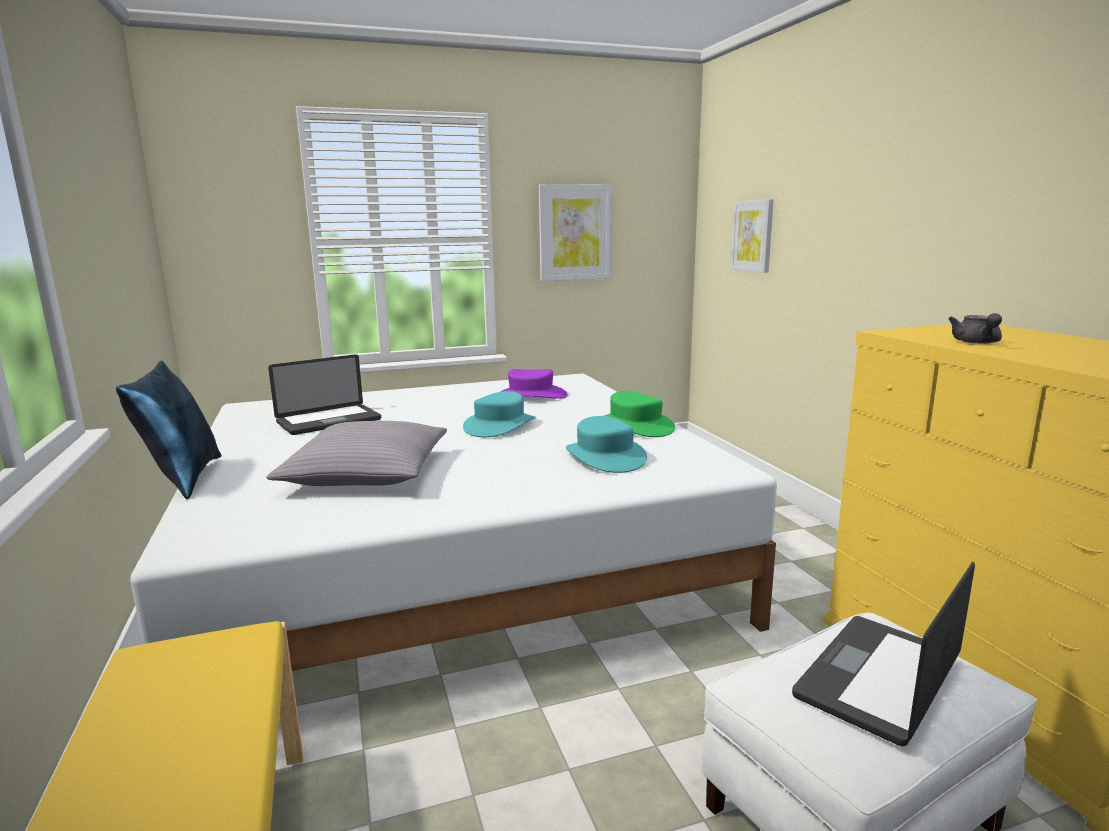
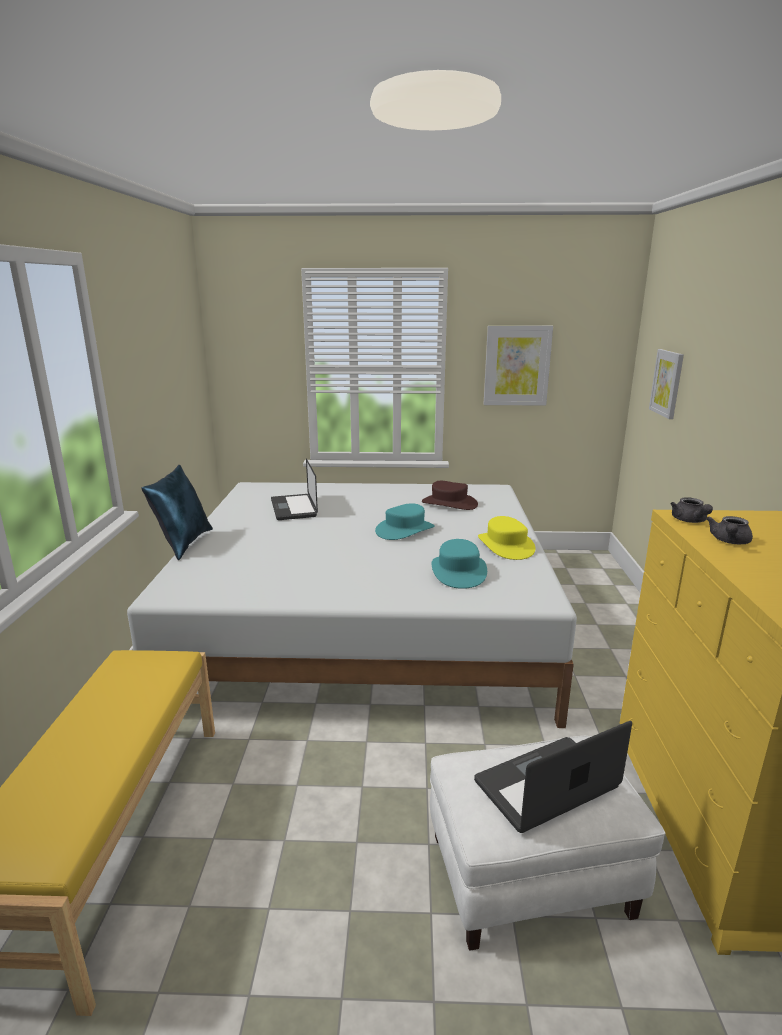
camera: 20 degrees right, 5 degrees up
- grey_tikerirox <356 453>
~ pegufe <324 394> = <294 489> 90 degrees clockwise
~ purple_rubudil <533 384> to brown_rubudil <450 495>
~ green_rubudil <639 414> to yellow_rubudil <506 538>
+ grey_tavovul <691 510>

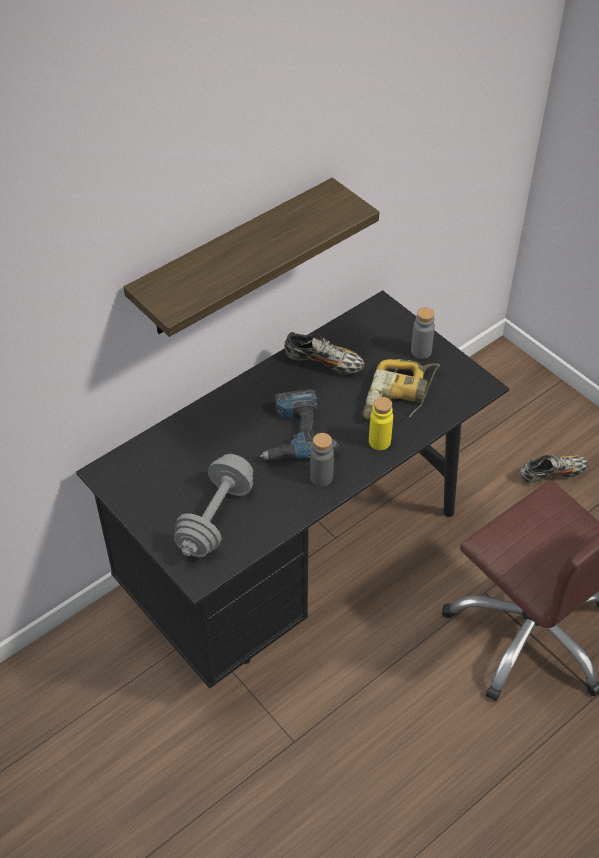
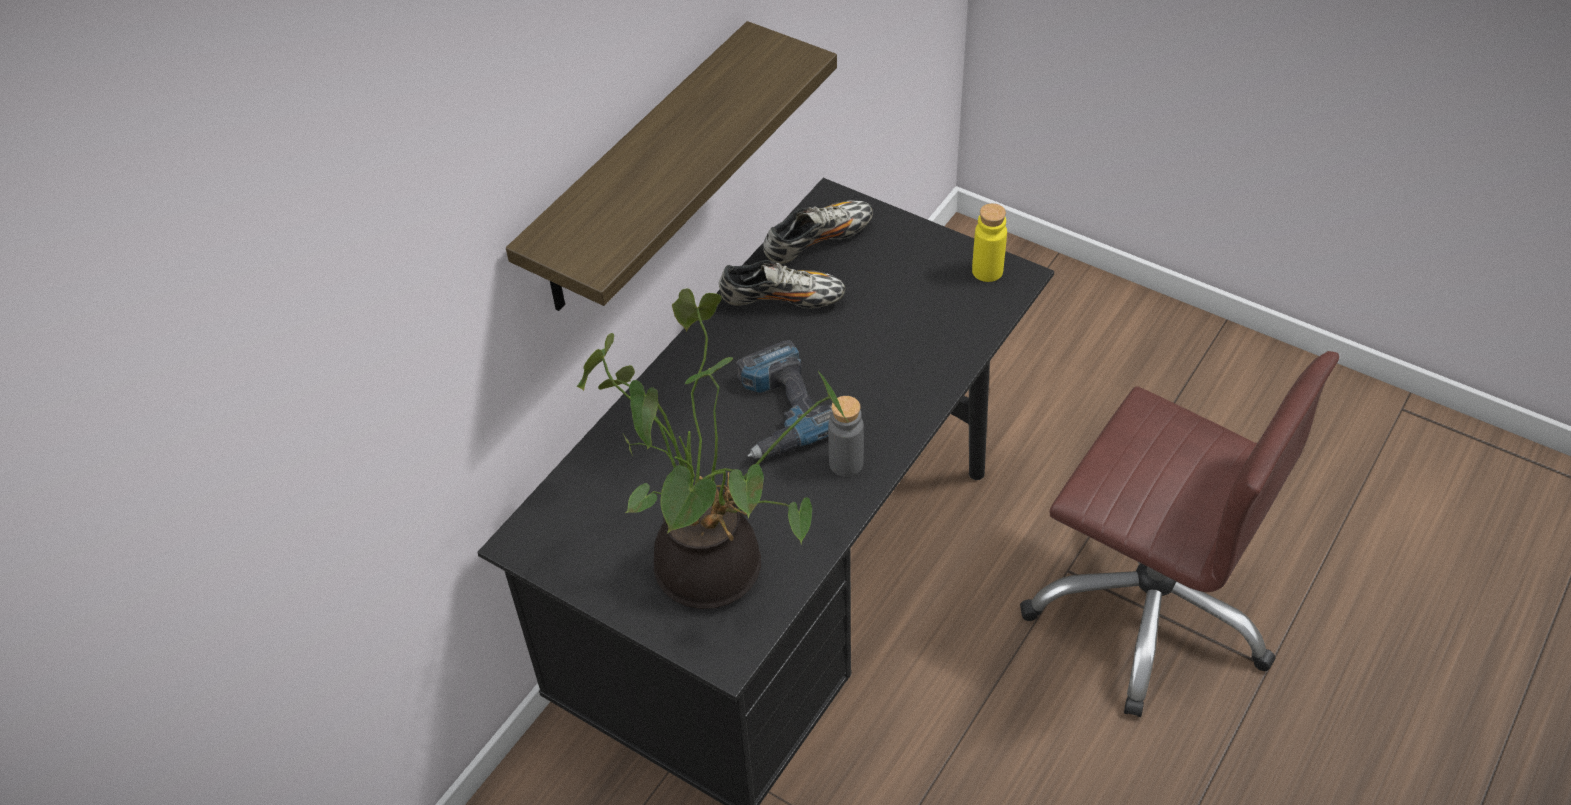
camera: 15 degrees left, 0 degrees up
~ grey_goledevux <213 505> to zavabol <713 448>
- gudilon <401 389>
~ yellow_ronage <381 423> to <989 242>
- grey_ronage <423 333>
~ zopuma <554 469> to <818 232>

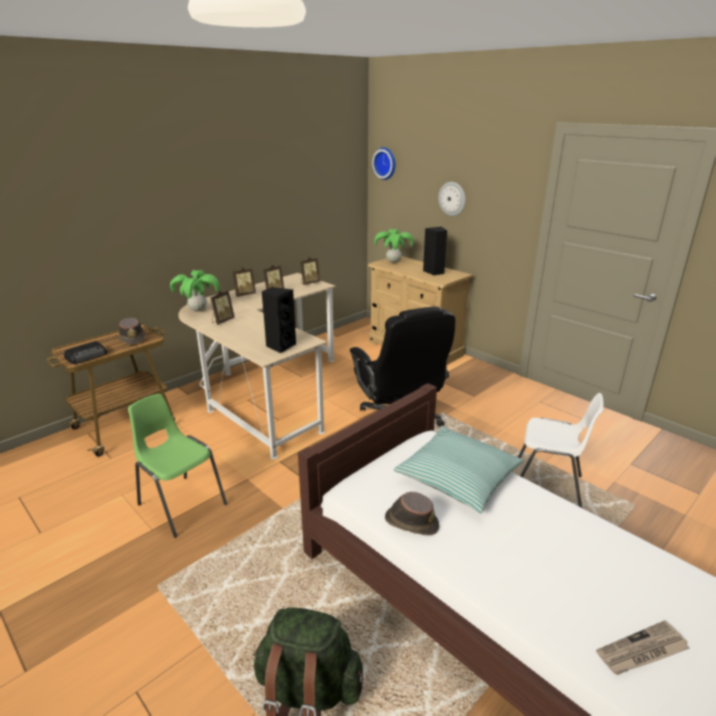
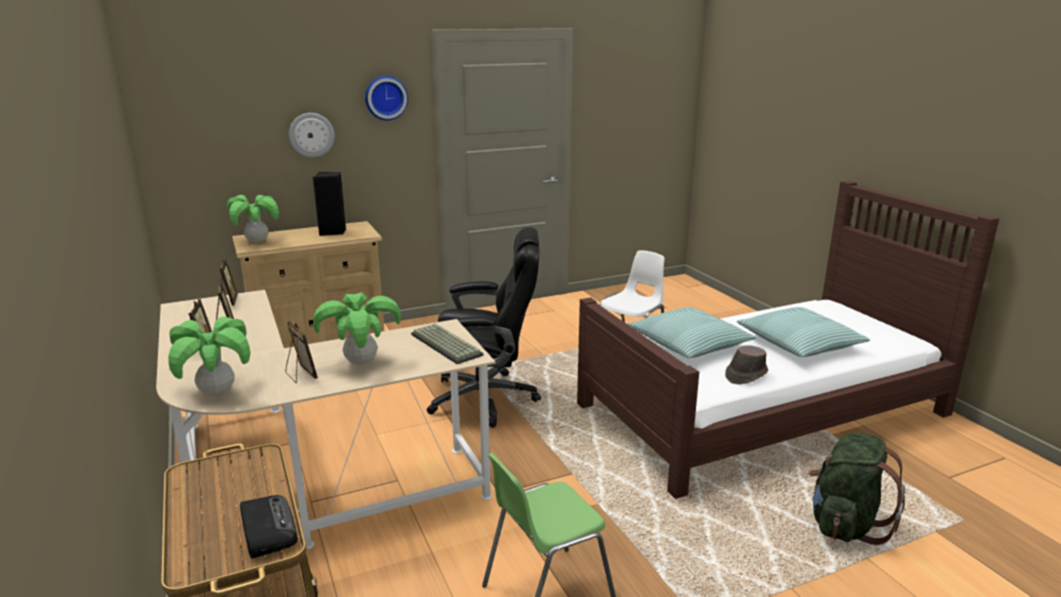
camera: 70 degrees left, 5 degrees down
- brown_rubudil <131 331>
~ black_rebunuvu <279 320> to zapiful <447 344>
~ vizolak <383 163> to <386 98>
- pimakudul <643 647>
+ zavabol <357 328>
+ tikerirox <803 332>

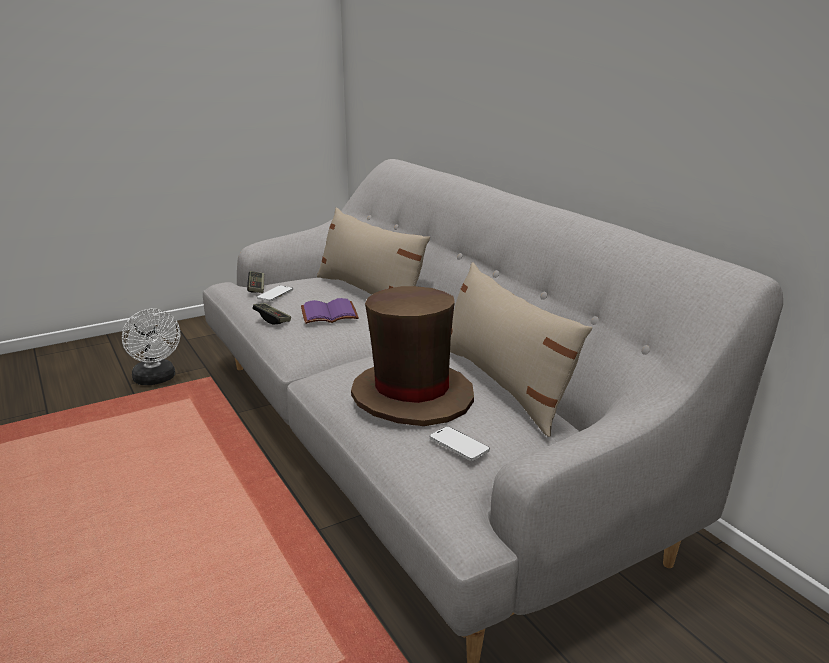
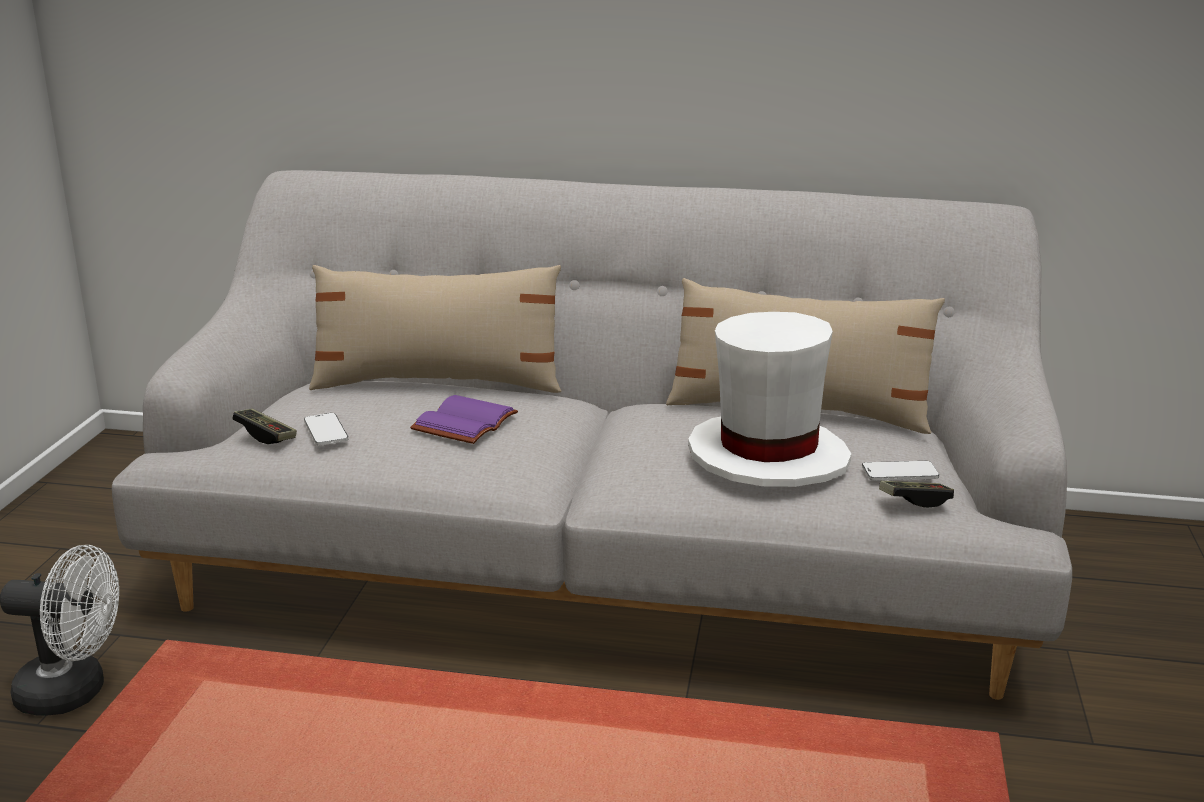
camera: 50 degrees left, 0 degrees up
~ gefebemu <272 314> to <916 494>
~ brown_rubudil <412 356> to white_rubudil <770 399>

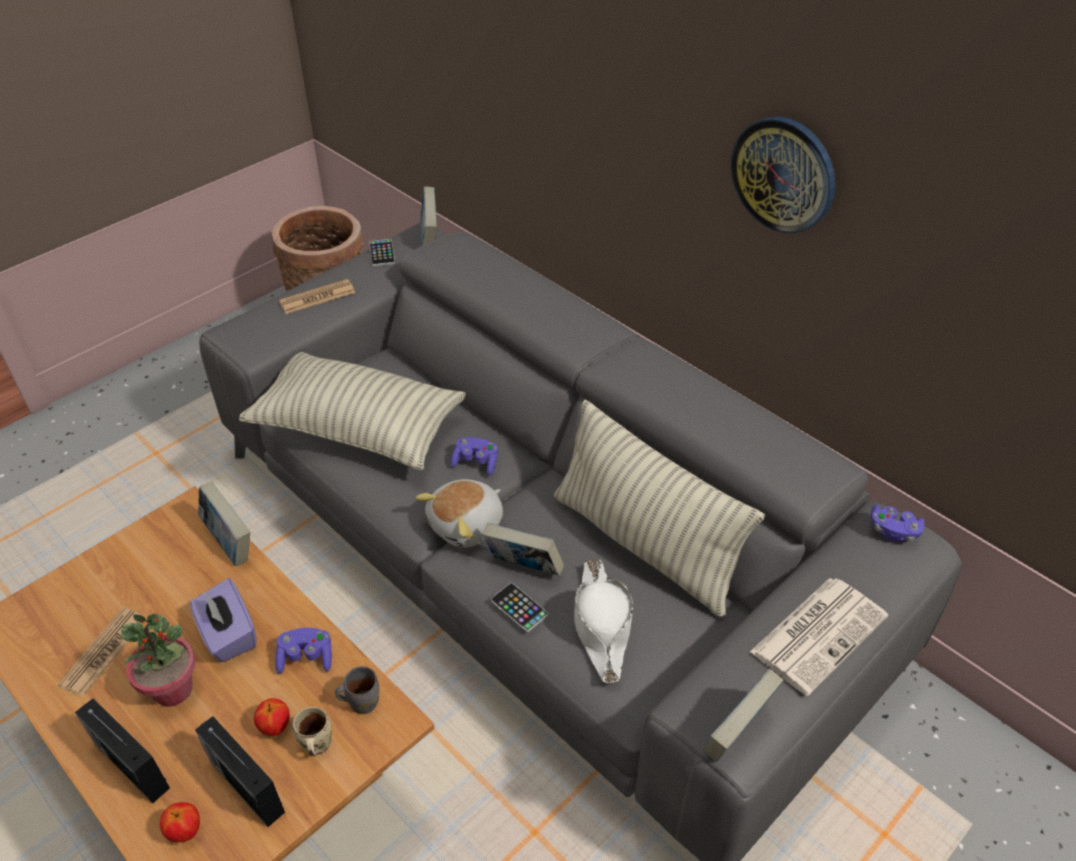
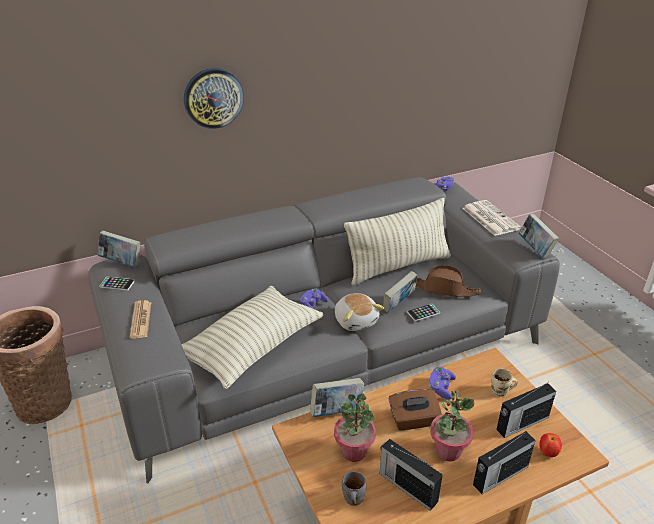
camera: 70 degrees left, 10 degrees down
~ pimakudul <102 652> to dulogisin <411 475>
~ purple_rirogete <223 620> to brown_rirogete <415 410>
- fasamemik <272 717>
~ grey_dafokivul <357 690> to <354 488>
~ white_rubudil <603 621> to brown_rubudil <448 281>
~ vizolak <783 175> to <214 98>
+ zavabol <355 427>

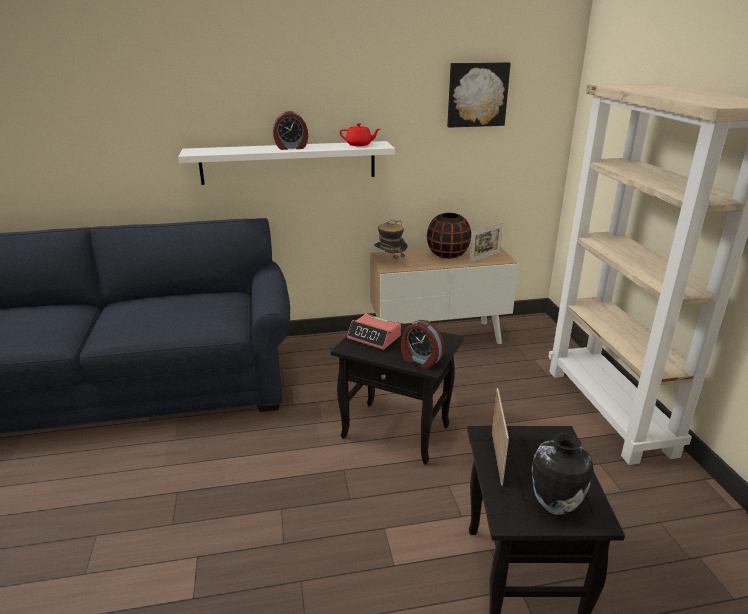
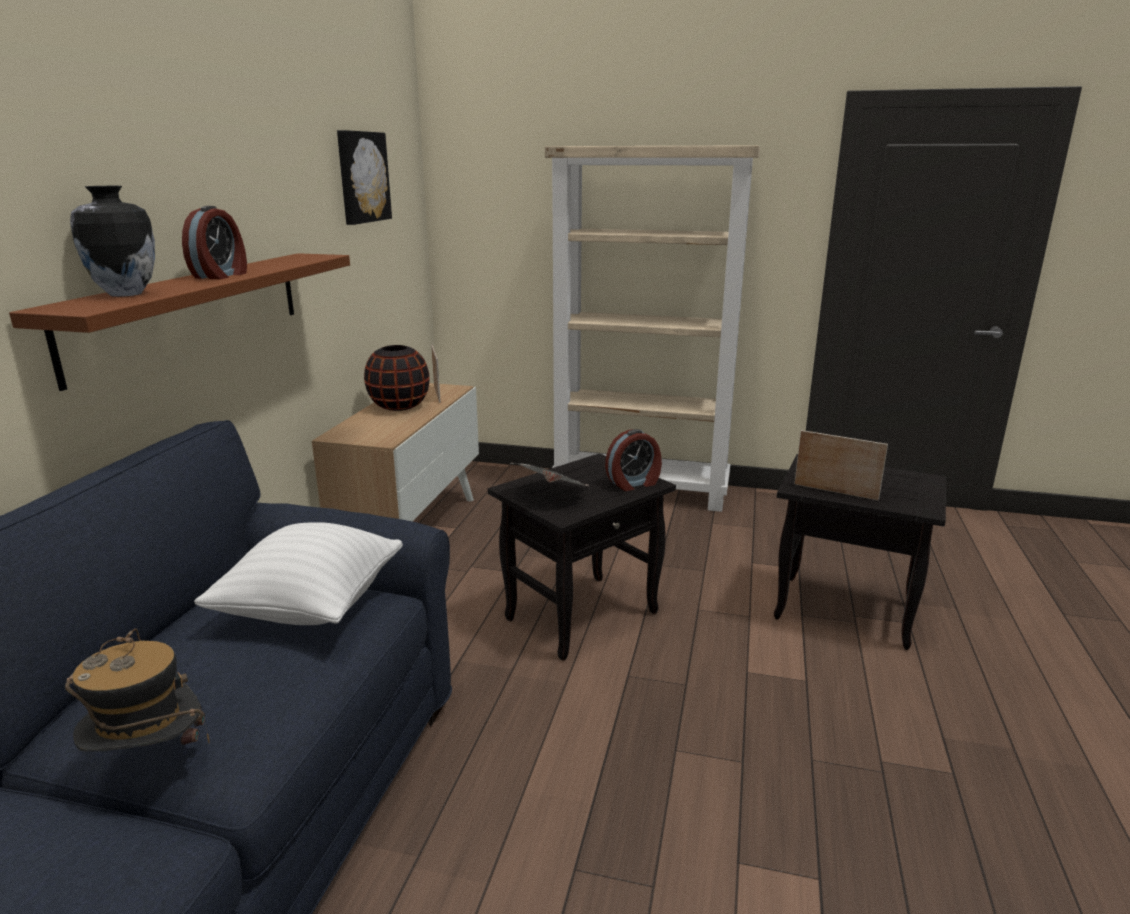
camera: 65 degrees left, 5 degrees down
~ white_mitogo <286 163> to brown_mitogo <179 322>
- red_tavovul <359 134>
~ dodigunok <374 332> to pimakudul <549 474>
~ rubudil <390 243> to <137 690>
~ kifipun <563 474> to <112 241>
+ white_tikerirox <298 573>

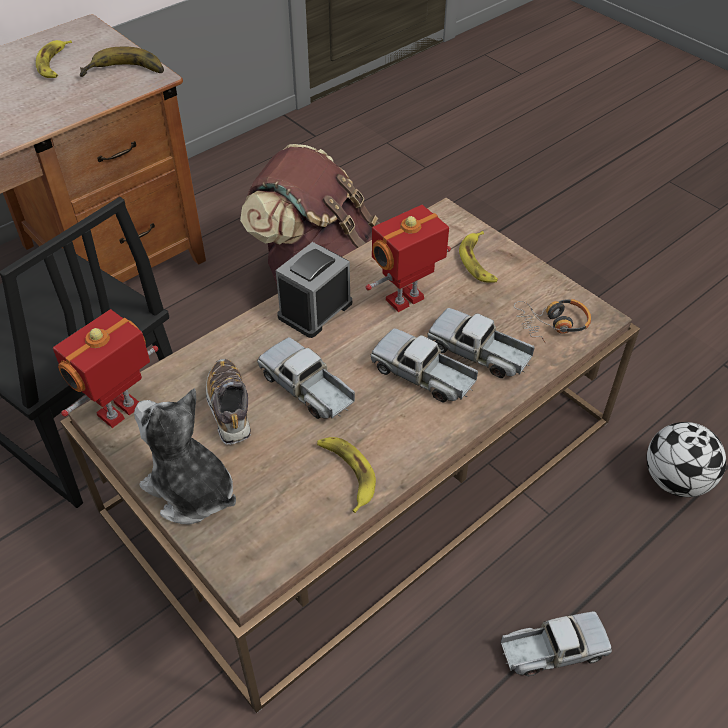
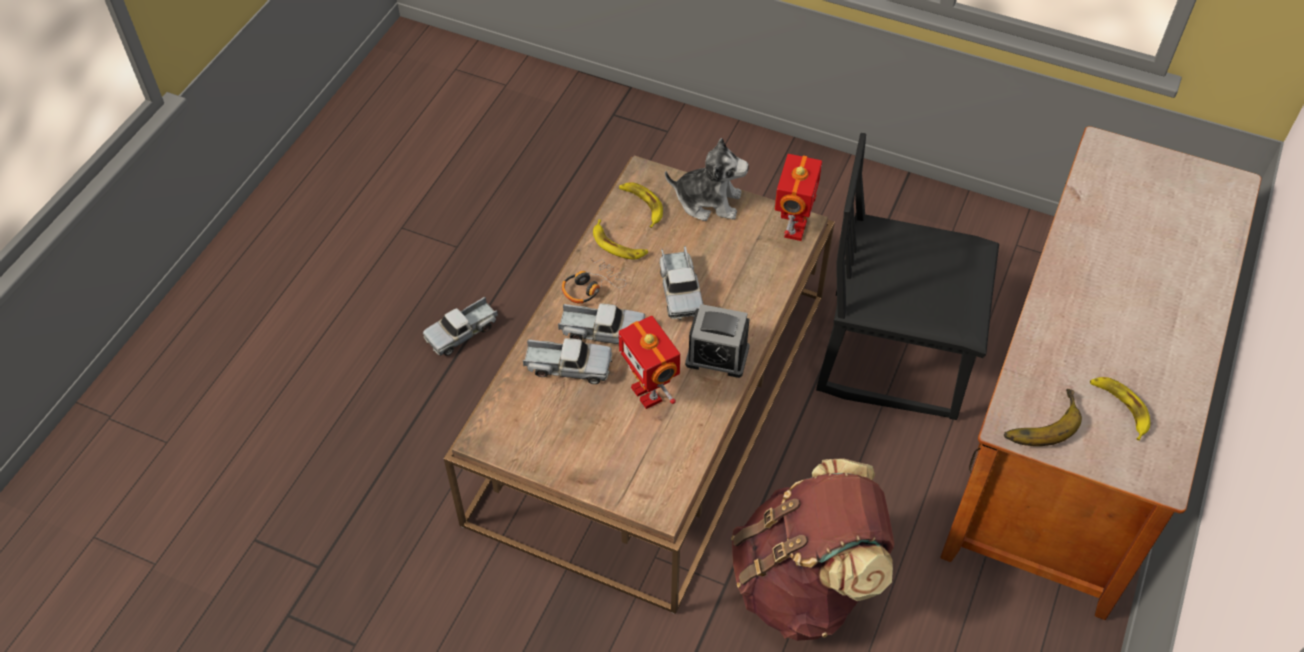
camera: 155 degrees right, 5 degrees up
- zopuma <228 402>
~ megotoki <306 378> = <682 283> 60 degrees clockwise
~ dodigunok <314 290> = <717 341> 90 degrees clockwise
~ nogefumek <408 258> = <649 362> 120 degrees clockwise
~ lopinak <478 257> to <641 205>
~ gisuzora <552 321> to <594 281>
- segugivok <686 459>

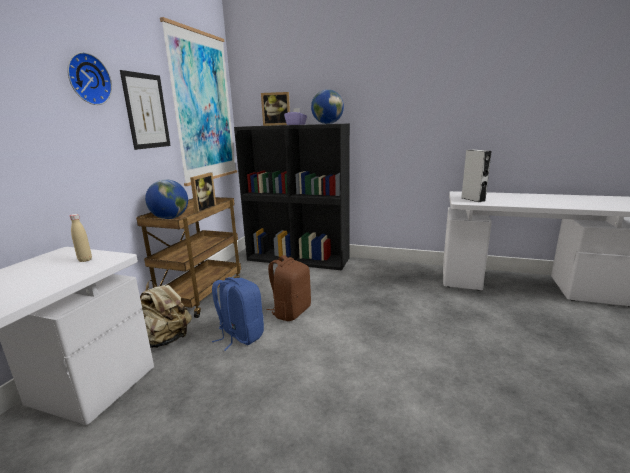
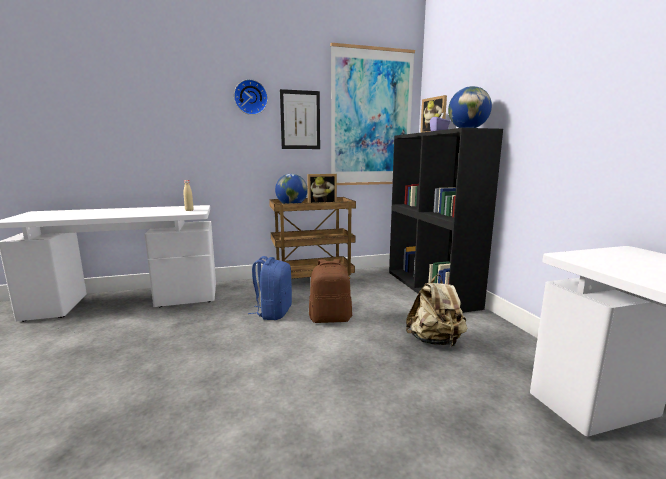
camera: 55 degrees right, 5 degrees down
~ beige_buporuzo <166 314> to <436 310>
- grey_rebunuvu <476 176>

